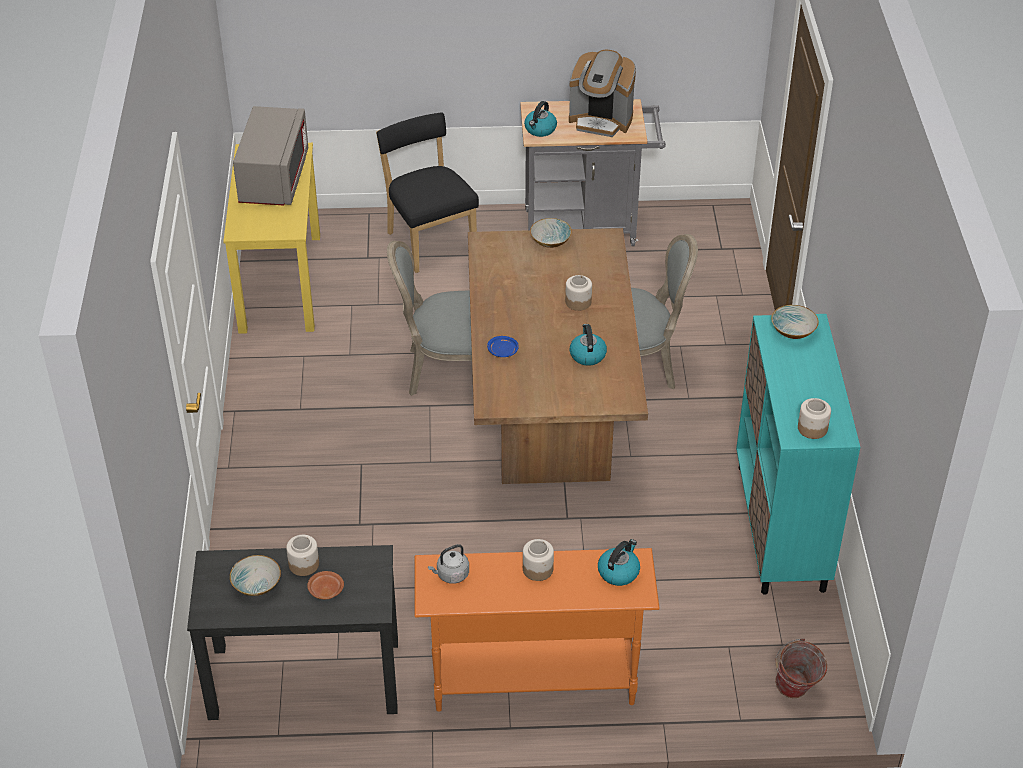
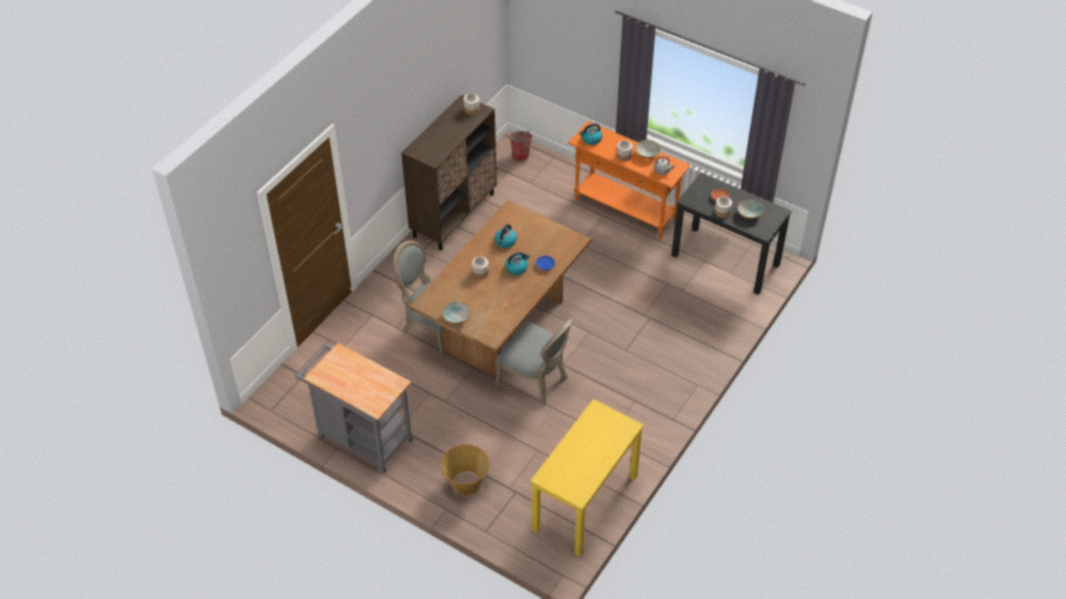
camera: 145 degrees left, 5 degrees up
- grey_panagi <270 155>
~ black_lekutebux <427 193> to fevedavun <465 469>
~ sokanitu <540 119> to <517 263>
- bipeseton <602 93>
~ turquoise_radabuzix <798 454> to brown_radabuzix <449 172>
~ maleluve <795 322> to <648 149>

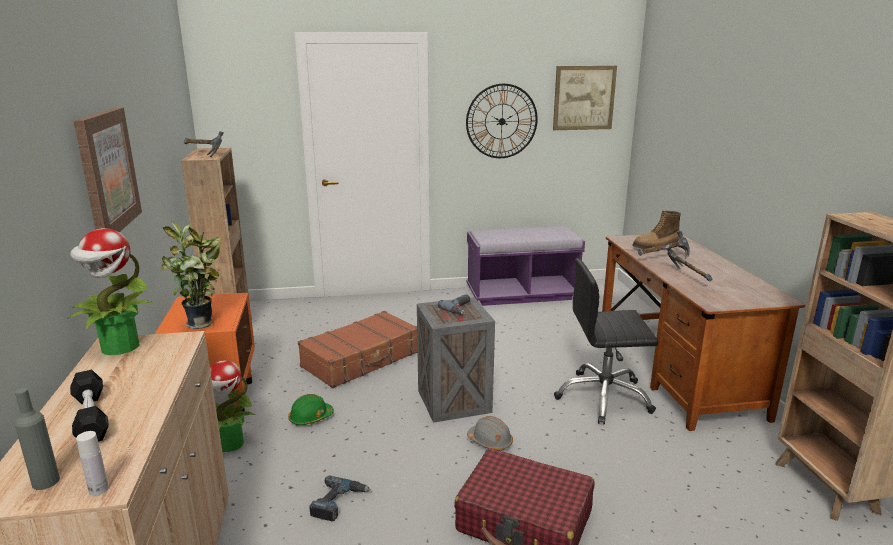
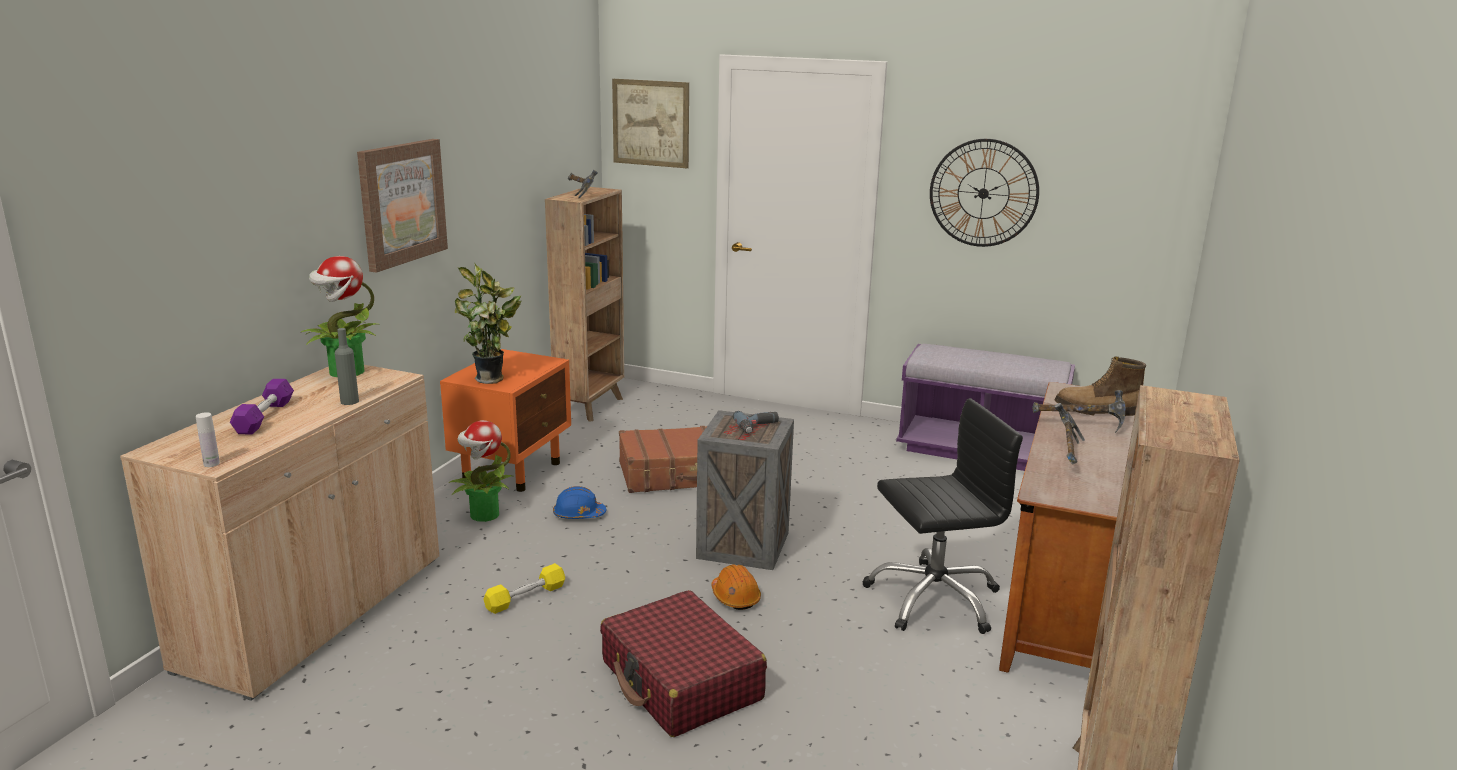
camera: 30 degrees right, 0 degrees up
~ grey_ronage <37 439> to <347 366>
~ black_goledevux <89 406> to purple_goledevux <262 407>
~ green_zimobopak <311 409> to blue_zimobopak <580 502>
~ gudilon <340 498> to yellow_goledevux <524 588>
~ grey_zimobopak <490 433> to orange_zimobopak <736 587>
~ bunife <585 98> to <650 123>
~ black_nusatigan <606 341> = <942 516> 135 degrees clockwise

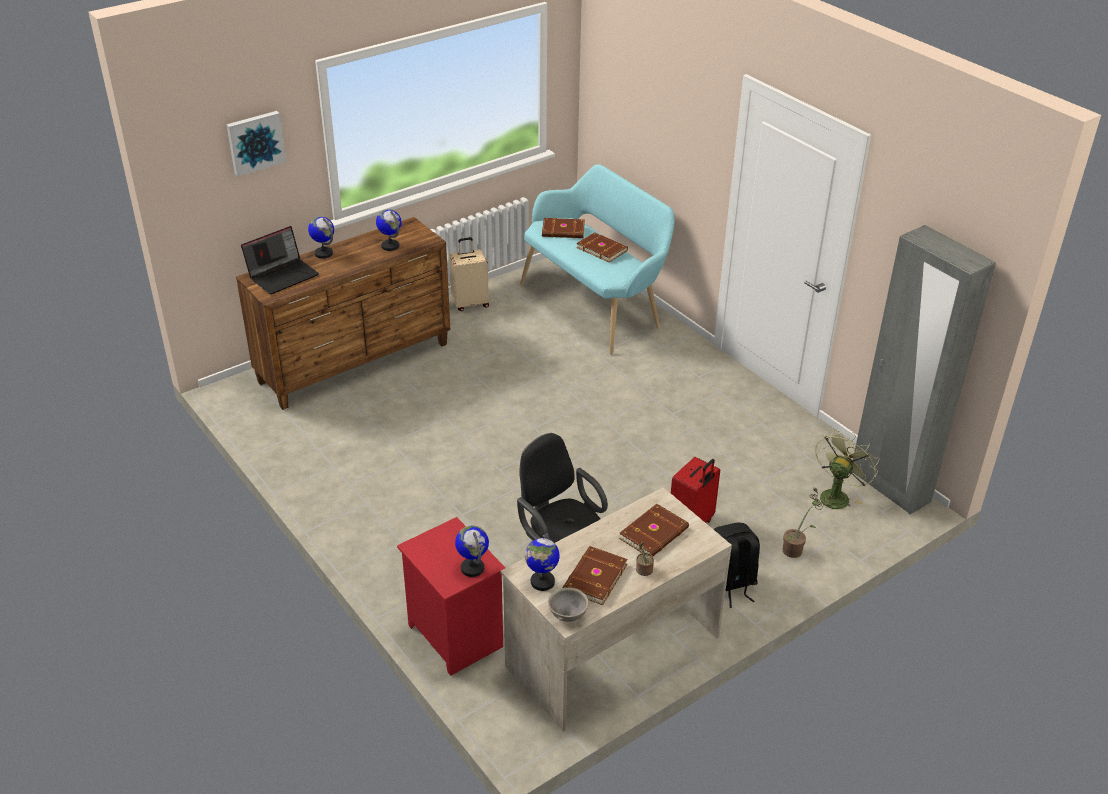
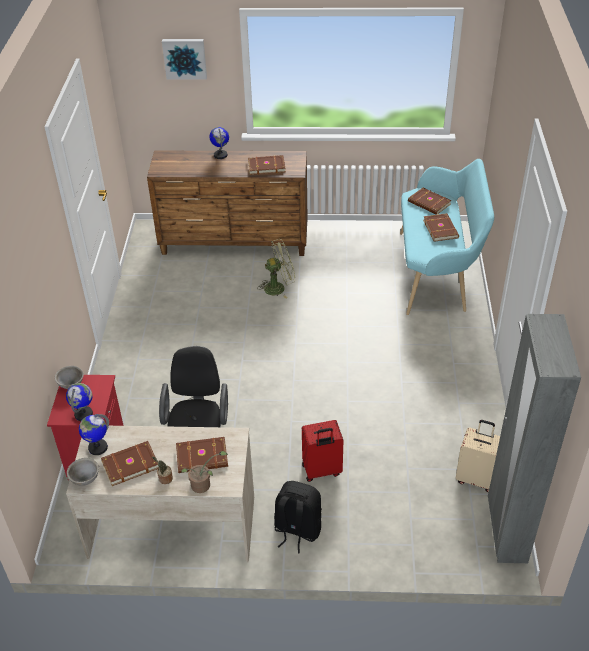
camera: 40 degrees right, 5 degrees up
- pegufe <280 260>
~ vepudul <389 230> to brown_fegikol <267 165>
~ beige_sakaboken <469 274> to <478 456>
~ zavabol <800 529> to <204 472>
~ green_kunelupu <844 469> to <276 269>
+ grey_maleluve <69 377>

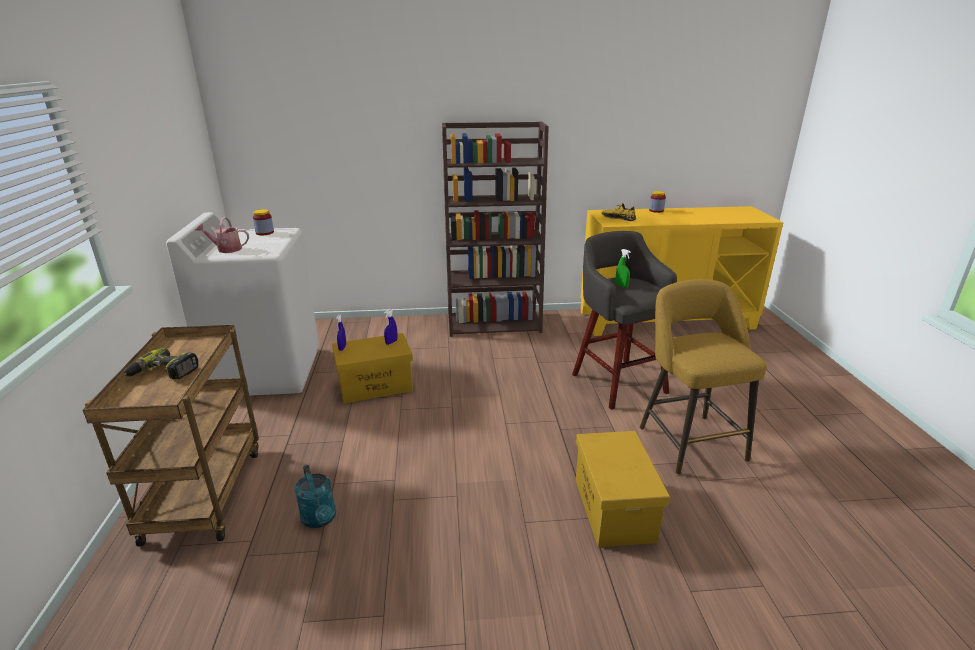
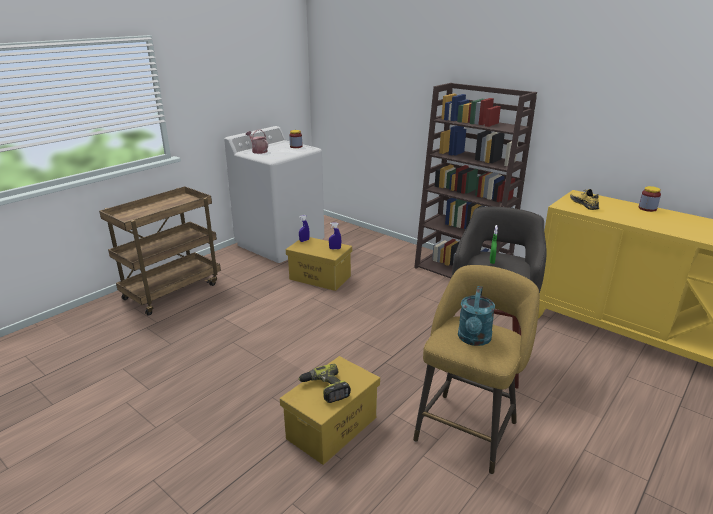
camera: 45 degrees right, 0 degrees up
~ gudilon <160 363> to <324 383>
~ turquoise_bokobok <315 496> to <476 316>

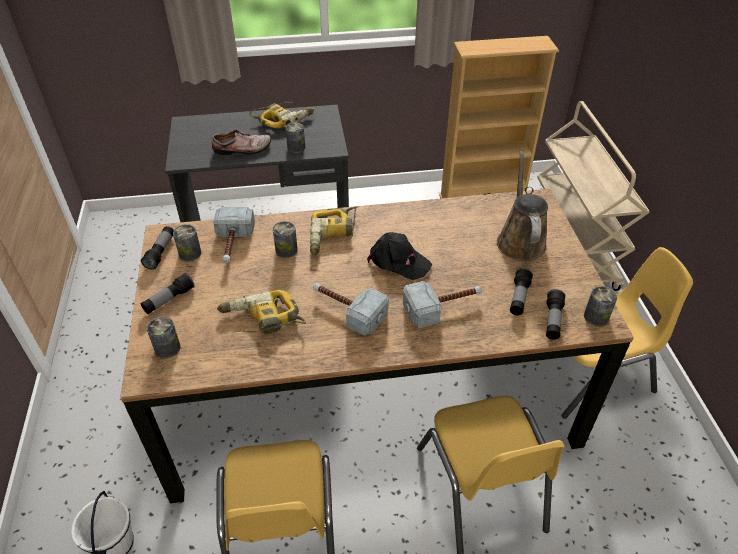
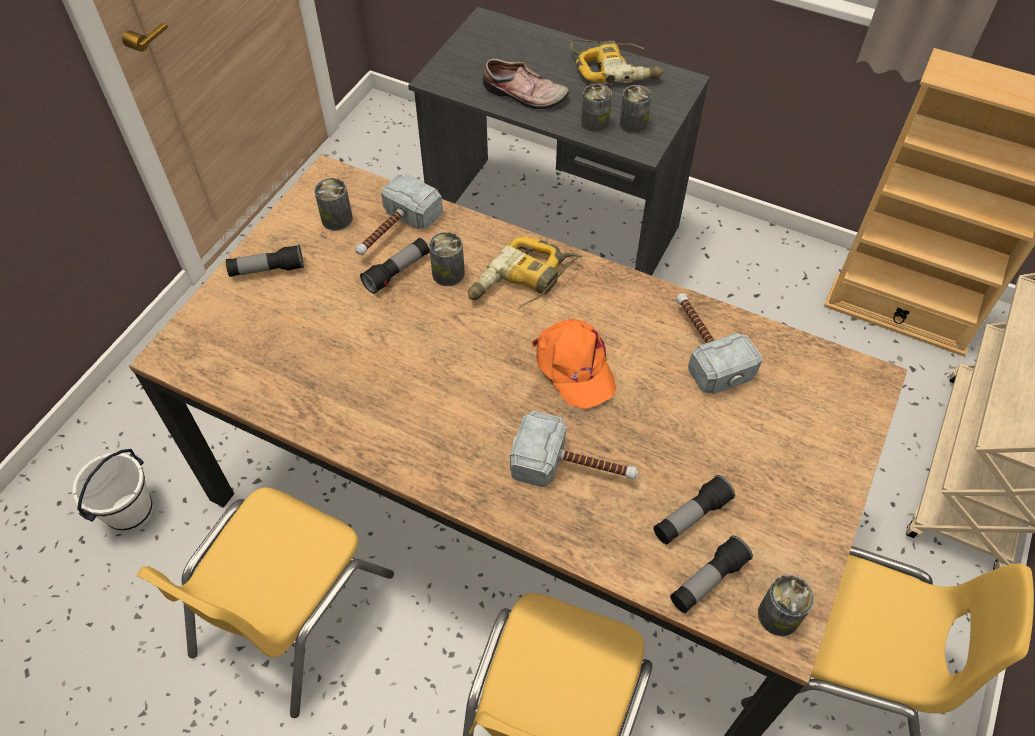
camera: 35 degrees right, 10 degrees up
~ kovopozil <157 248> to <395 266>
~ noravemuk <164 337> to <635 109>
- gudilon <261 312>
~ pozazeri <351 309> to <719 343>
~ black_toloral <399 256> to orange_toloral <574 364>
- brown_bokobok <522 206>

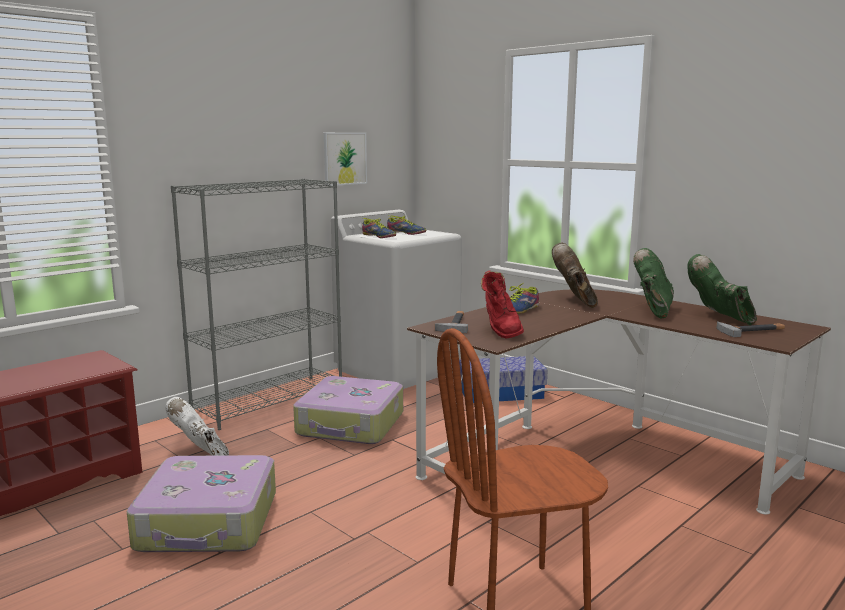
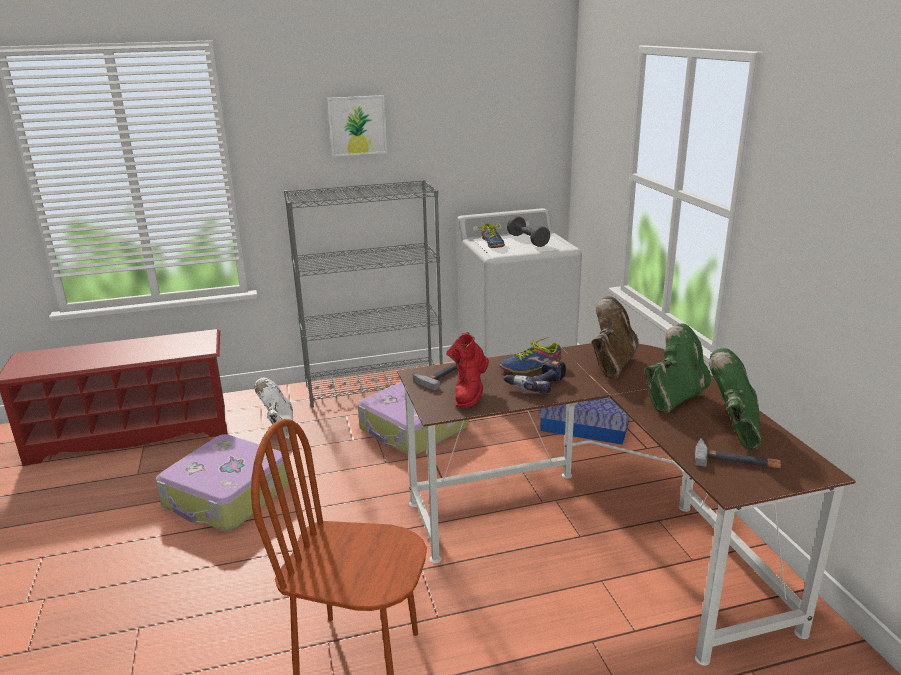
camera: 30 degrees right, 10 degrees up
~ bunife <345 159> to <357 126>
~ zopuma <406 225> to grey_goledevux <528 231>
+ gudilon <535 376>

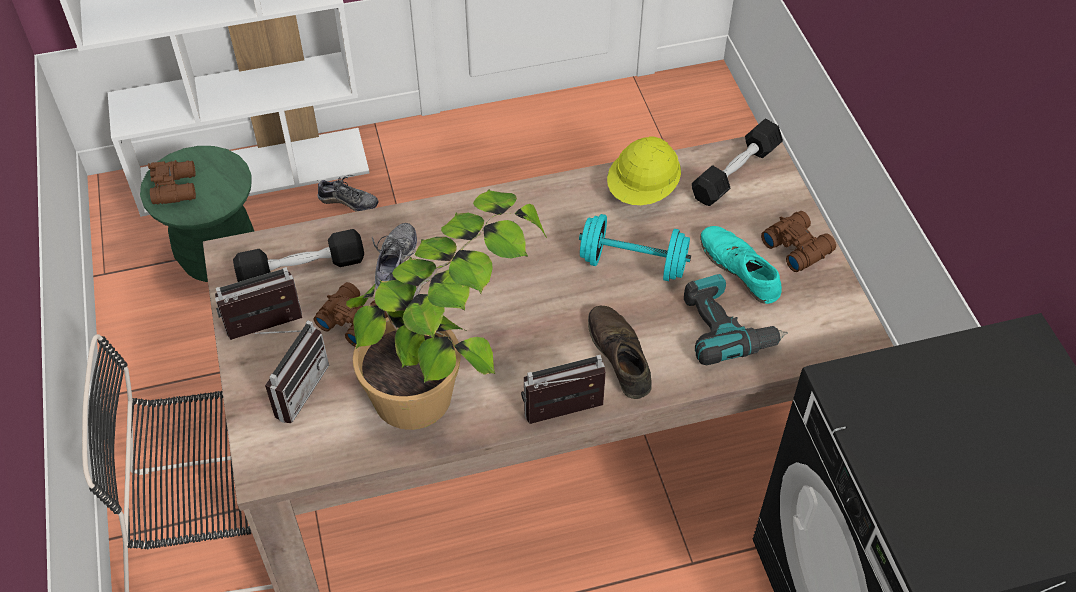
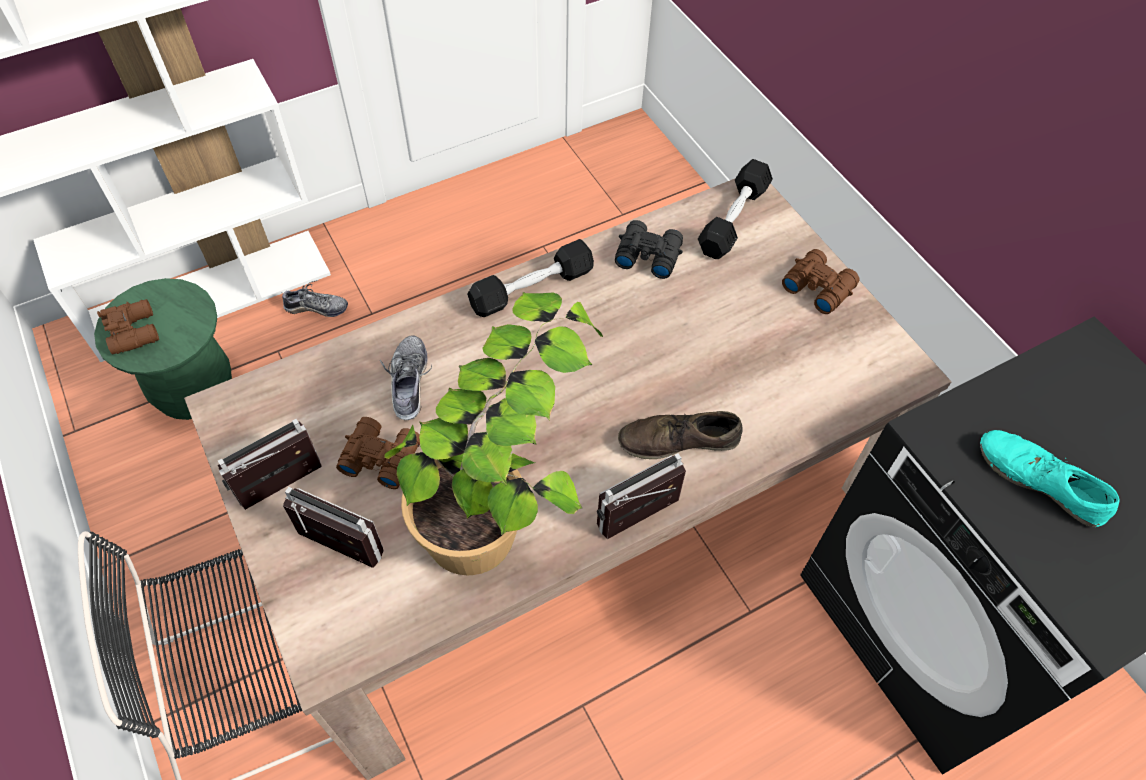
camera: 15 degrees left, 5 degrees up
~ black_goledevux <298 255> to <530 278>
~ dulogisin <292 371> = <333 527> 75 degrees counterclockwise
- turquoise_goledevux <635 247>
~ brown_zopuma <620 352> = <680 435> 60 degrees counterclockwise
~ yellow_zimobopak <644 170> to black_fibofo <649 249>
- gudilon <736 319>
~ turquoise_zopuma <741 265> to <1050 478>

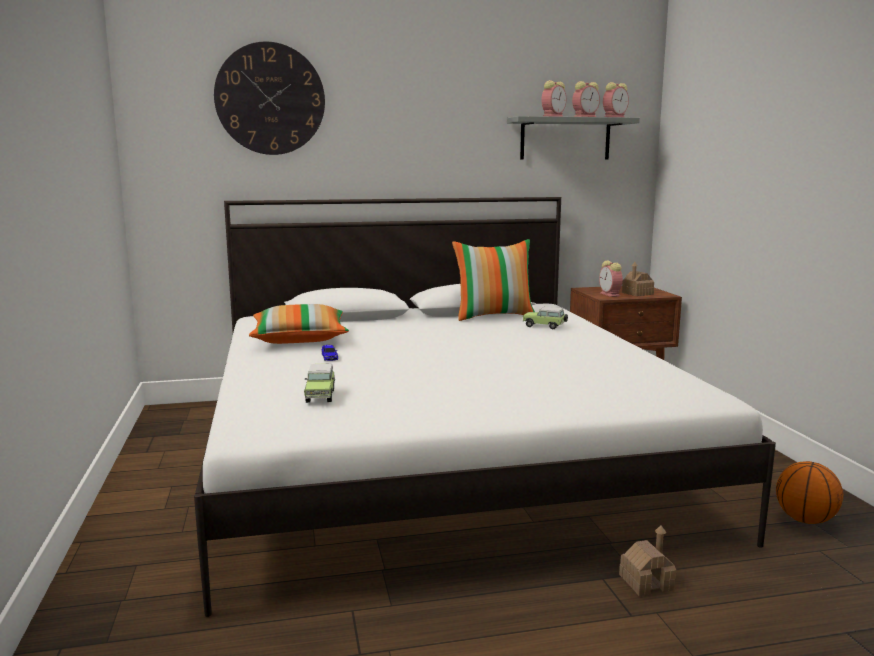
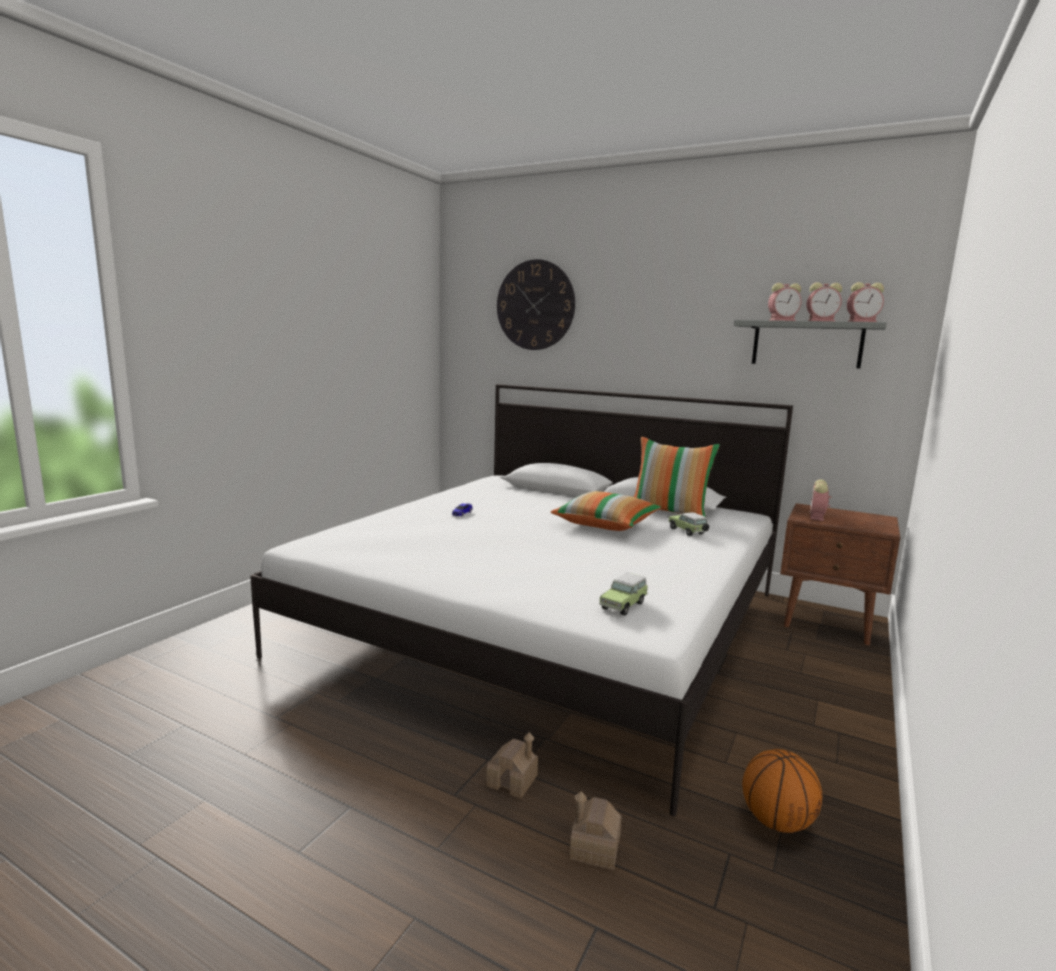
camera: 40 degrees right, 0 degrees up
~ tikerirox <299 324> to <606 511>
~ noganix <319 383> to <623 594>
~ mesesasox <638 279> to <596 830>

